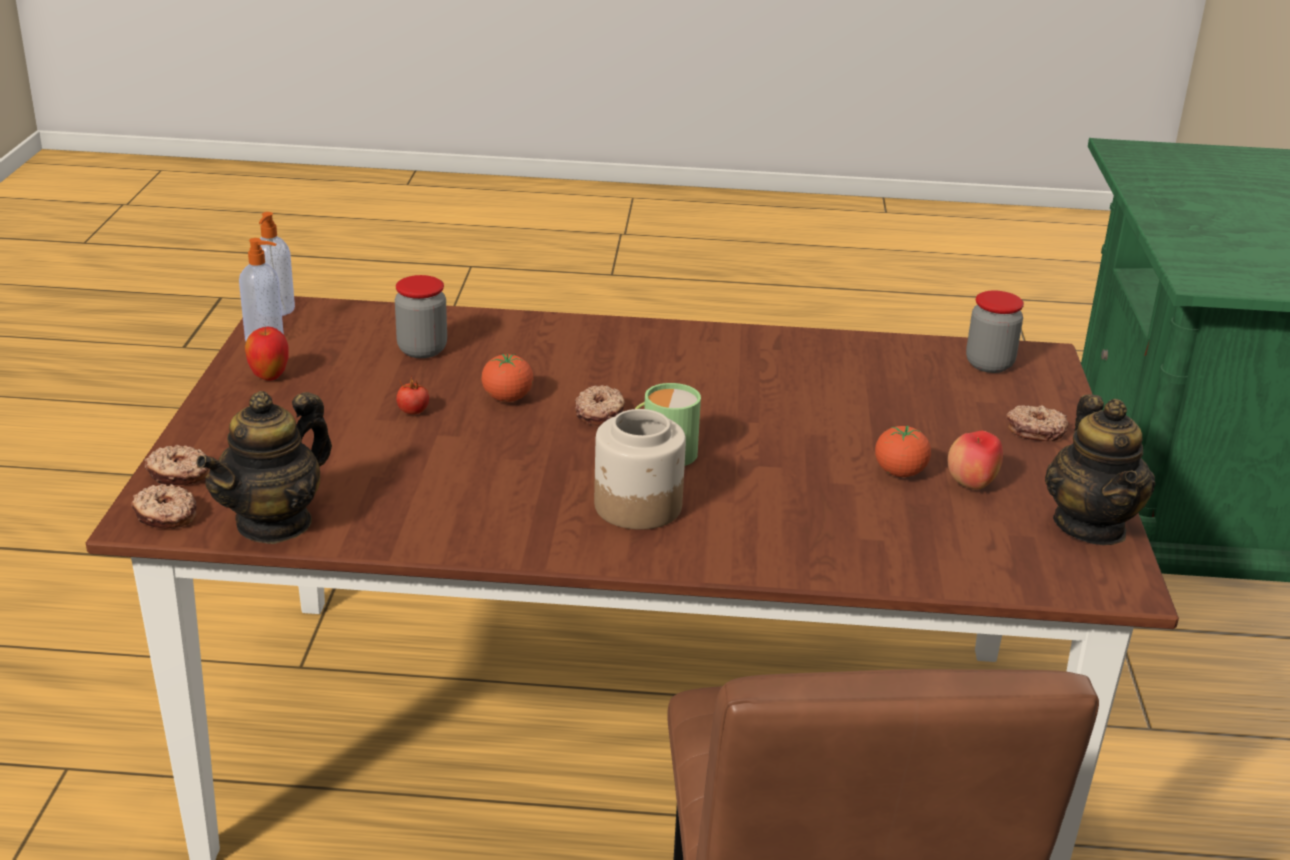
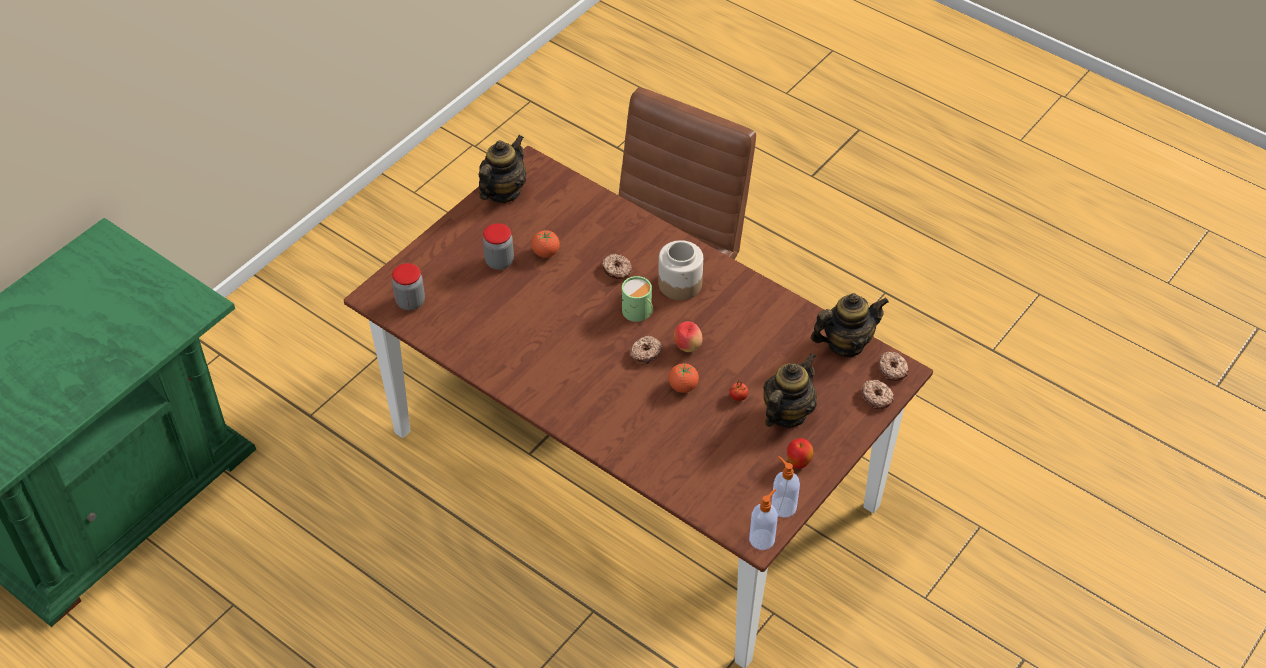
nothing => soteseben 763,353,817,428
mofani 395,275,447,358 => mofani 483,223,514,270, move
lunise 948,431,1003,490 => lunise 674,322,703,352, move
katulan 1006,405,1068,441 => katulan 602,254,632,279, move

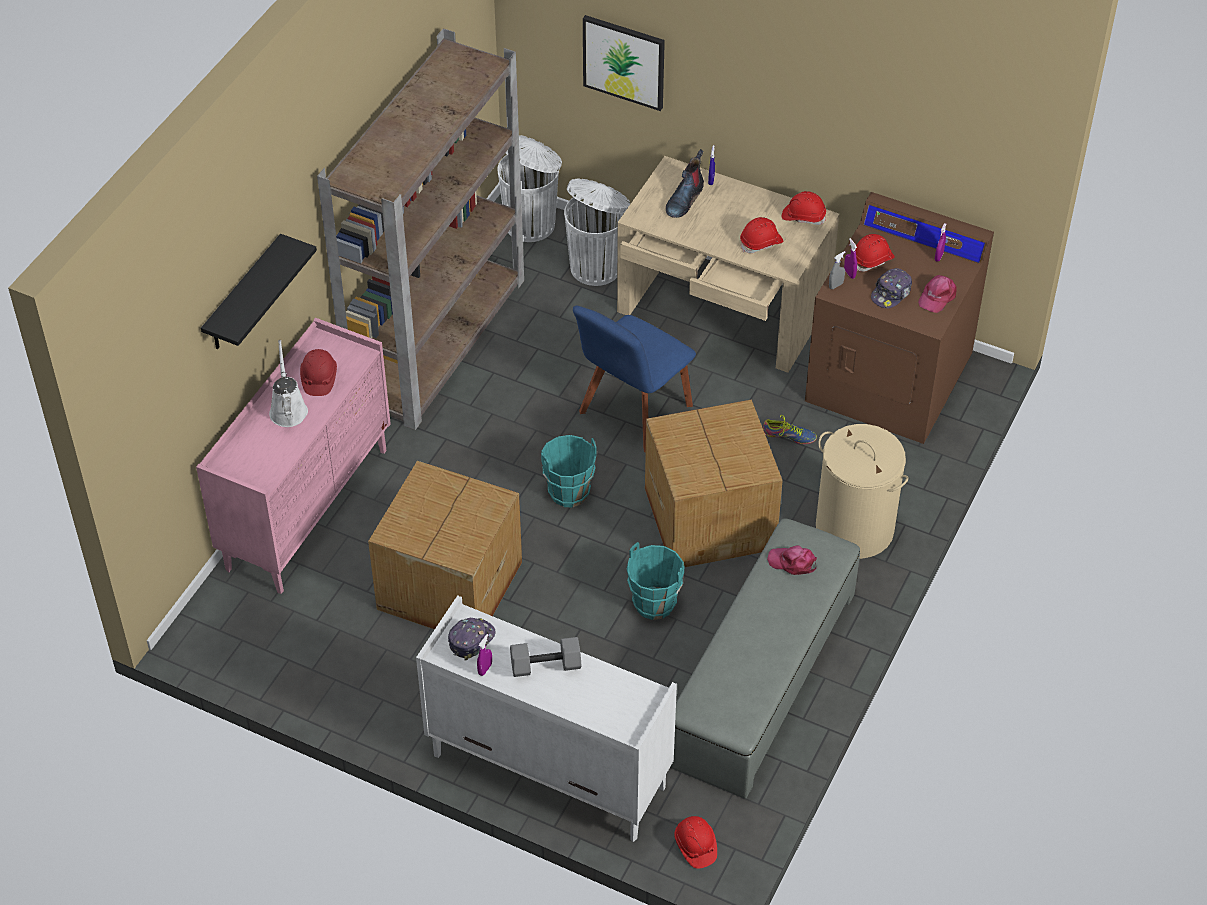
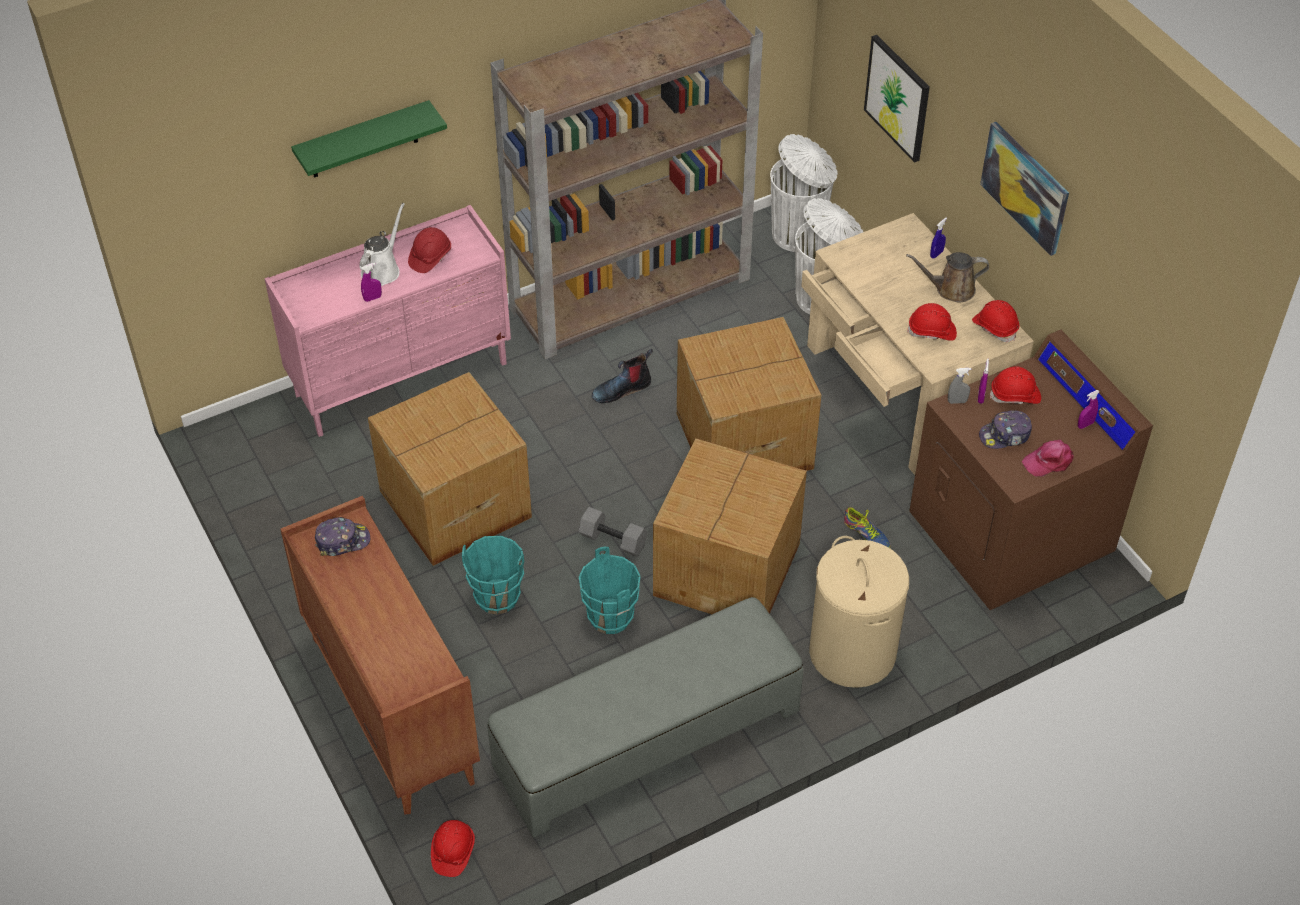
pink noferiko 767,545,817,575 => nothing
nothing => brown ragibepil 906,252,989,303
nothing => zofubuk 980,122,1069,256
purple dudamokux 477,634,492,676 => purple dudamokux 361,263,382,302, move
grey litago 510,637,582,677 => grey litago 578,507,647,557, move
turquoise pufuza 541,435,597,507 => turquoise pufuza 462,536,524,614, move
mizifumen 666,149,704,218 => mizifumen 592,349,653,403, move
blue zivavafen 573,306,696,452 => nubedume 677,317,821,471
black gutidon 201,234,317,349 => green gutidon 291,100,447,178
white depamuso 416,595,677,842 => brown depamuso 280,496,480,815

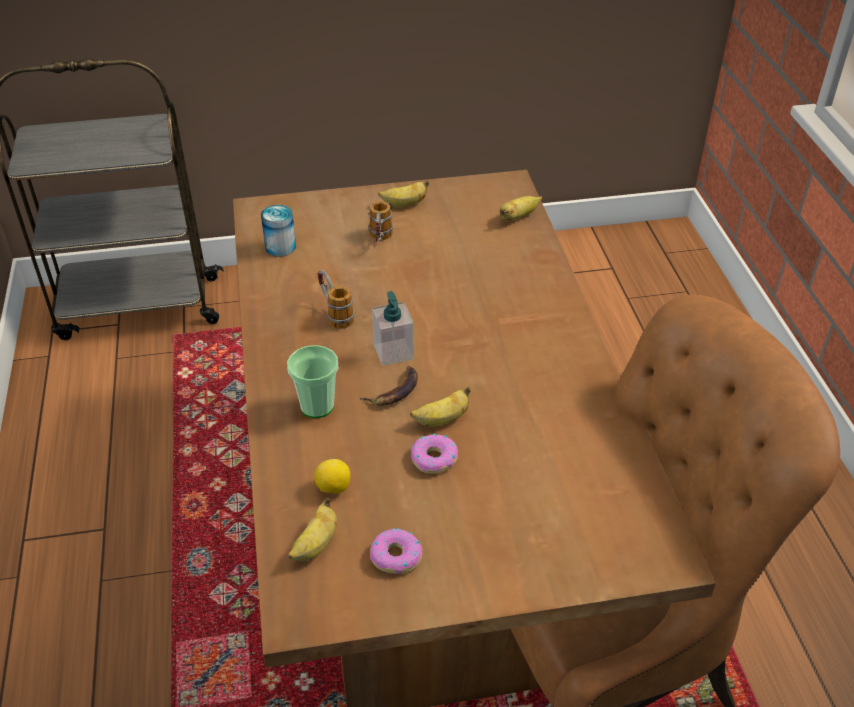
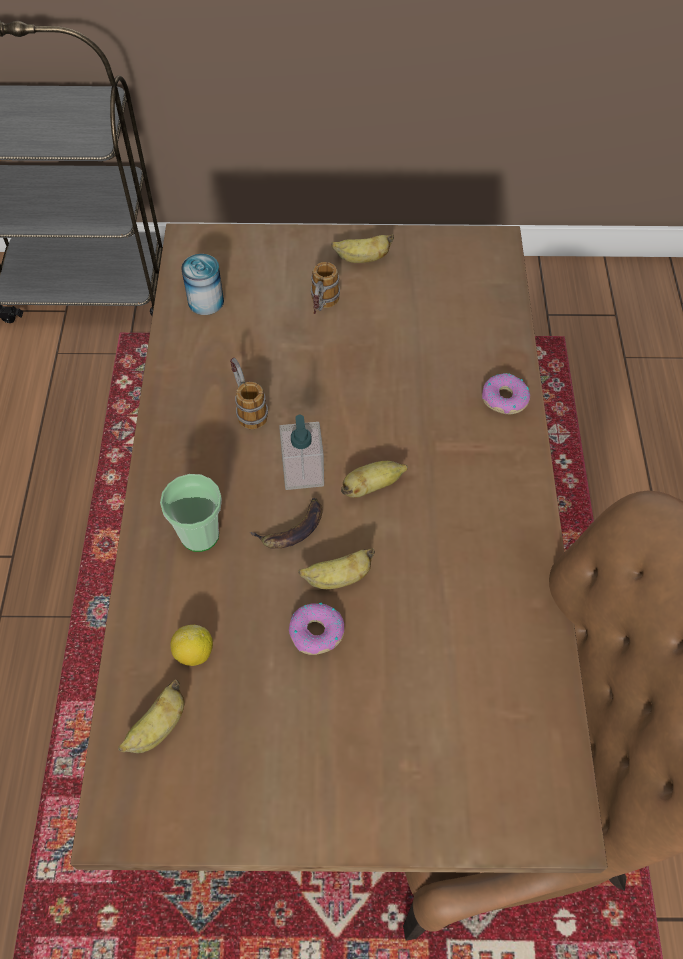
katulan 370,528,422,574 => katulan 482,373,530,414, move
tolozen 500,196,542,221 => tolozen 341,461,408,498, move

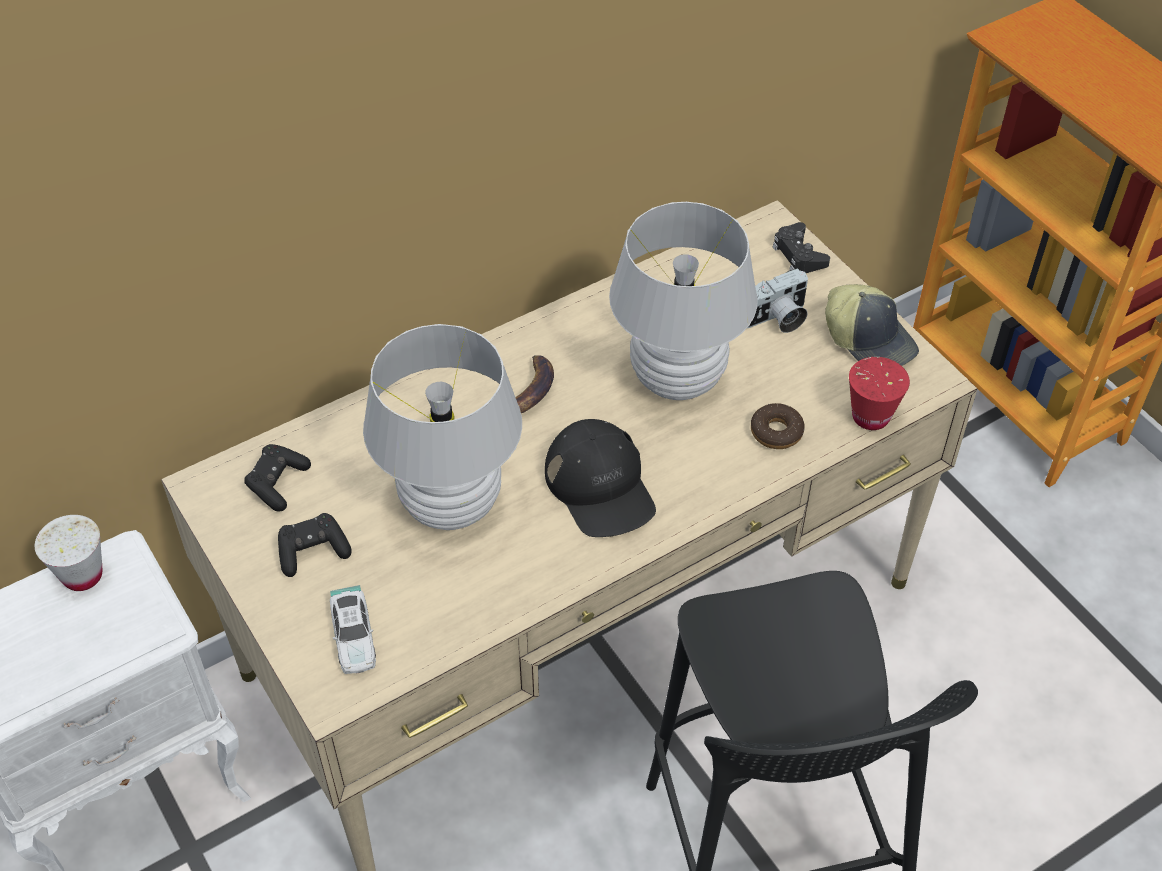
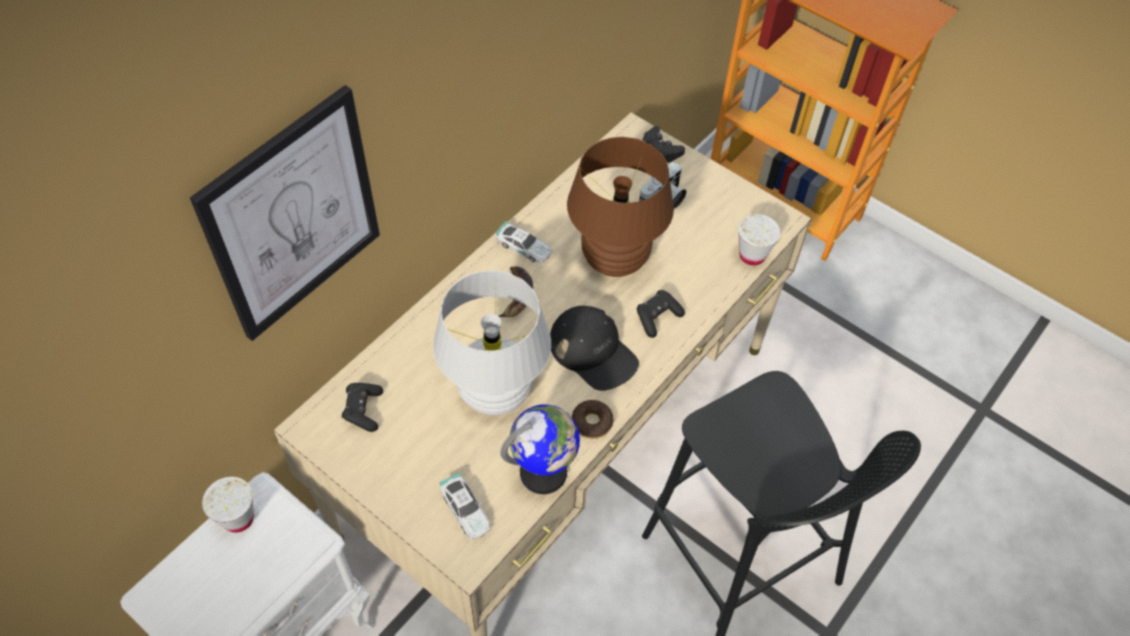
noferiko 825,284,919,366 => nothing
nothing => zofubuk 190,85,380,341
nothing => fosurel 495,221,552,264
nothing => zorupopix 501,404,580,494
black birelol 278,513,352,577 => black birelol 637,290,685,338, move
katulan 751,403,805,449 => katulan 572,400,613,438, move
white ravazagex 609,202,758,400 => brown ravazagex 567,137,674,277
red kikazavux 849,357,910,430 => white kikazavux 738,214,780,265

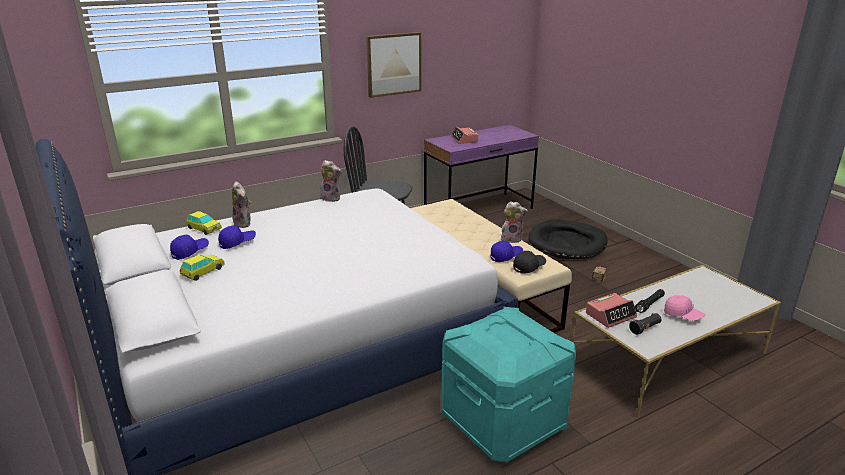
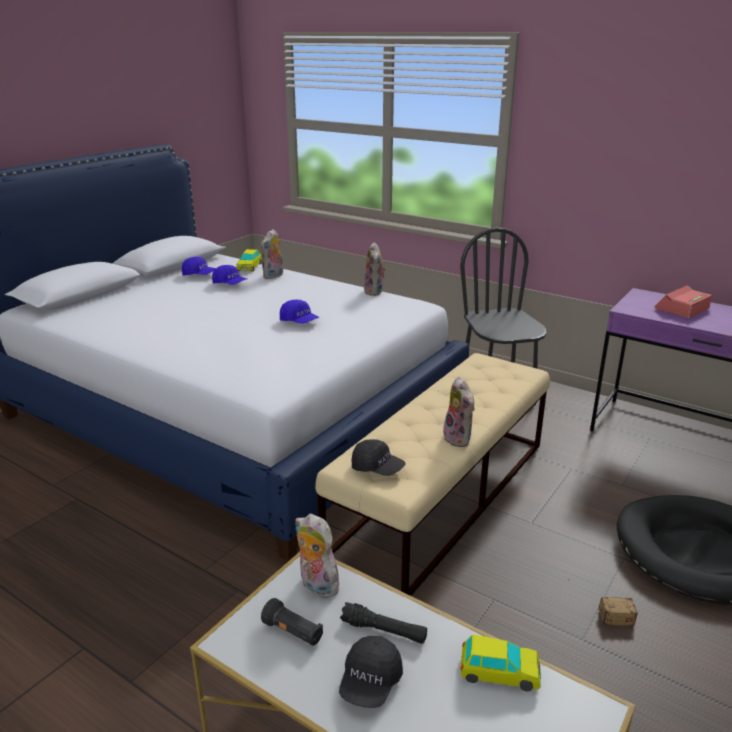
zofubuk 366,32,421,98 => nothing
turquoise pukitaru 441,307,576,462 => nothing
fosurel 180,255,225,281 => fosurel 461,635,541,691, move
blue noferiko 491,241,523,262 => blue noferiko 280,300,319,324, move
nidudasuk 586,293,637,328 => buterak 295,514,341,598
pink noferiko 664,295,705,321 => black noferiko 339,636,403,708

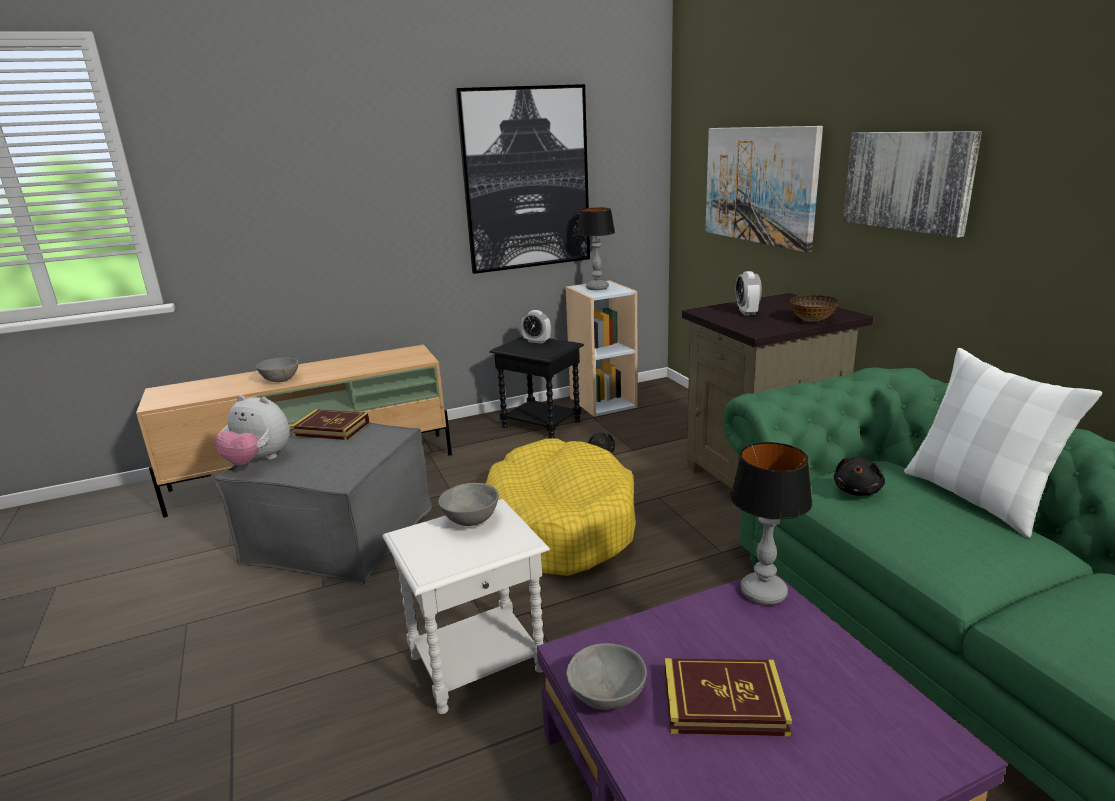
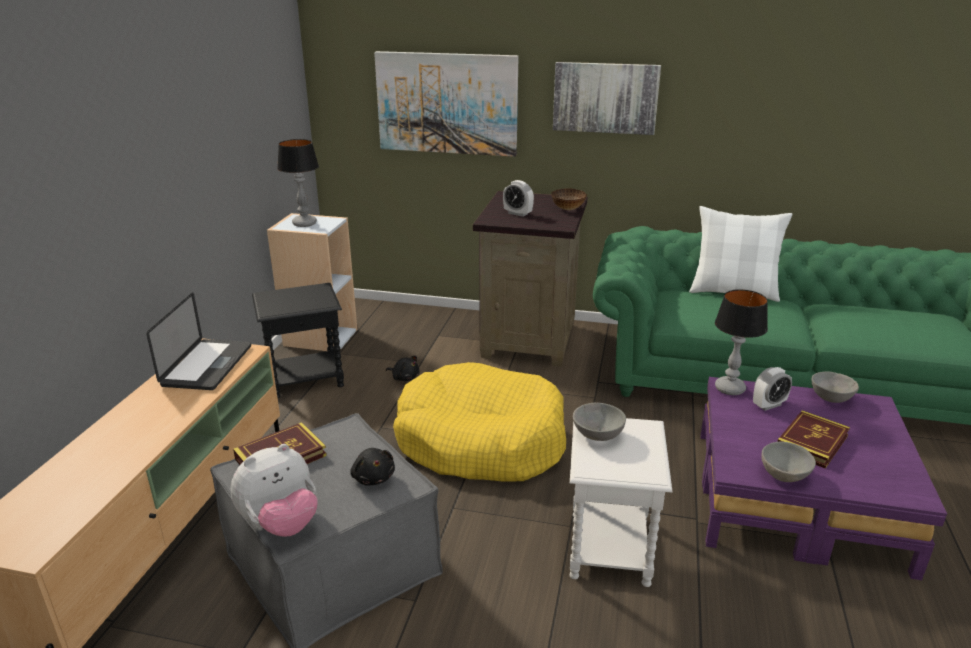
zofubuk 455,84,590,274 => nothing
nothing => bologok 146,292,251,390
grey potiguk 256,357,299,382 => grey potiguk 812,372,859,403, move
nidudasuk 521,310,551,344 => nidudasuk 753,367,792,411, move
black buterak 834,457,885,496 => black buterak 350,448,395,485, move

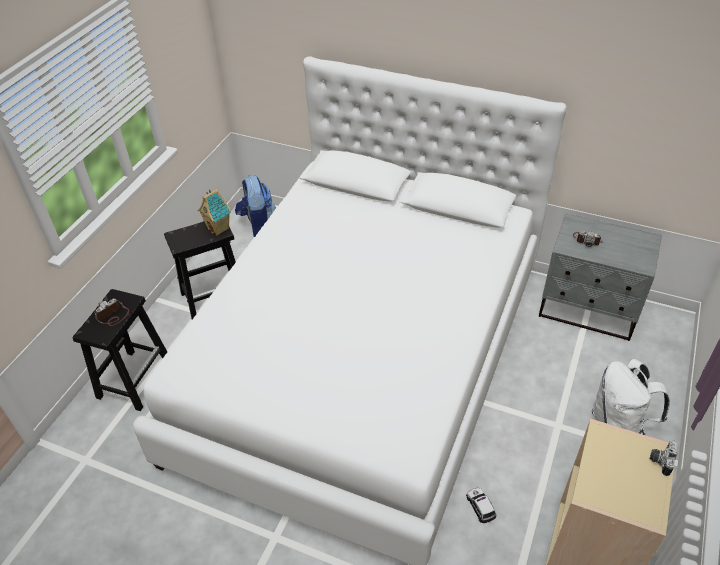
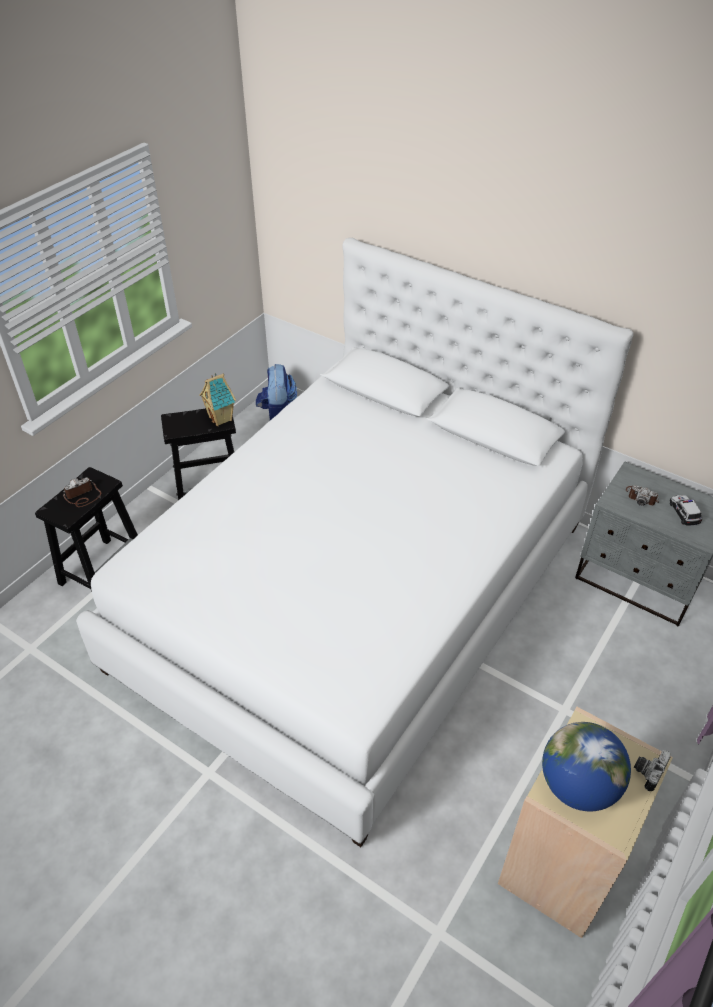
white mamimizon 592,359,670,435 => nothing
nothing => zorupopix 542,722,631,811
fosurel 466,488,496,523 => fosurel 670,495,702,525, move

